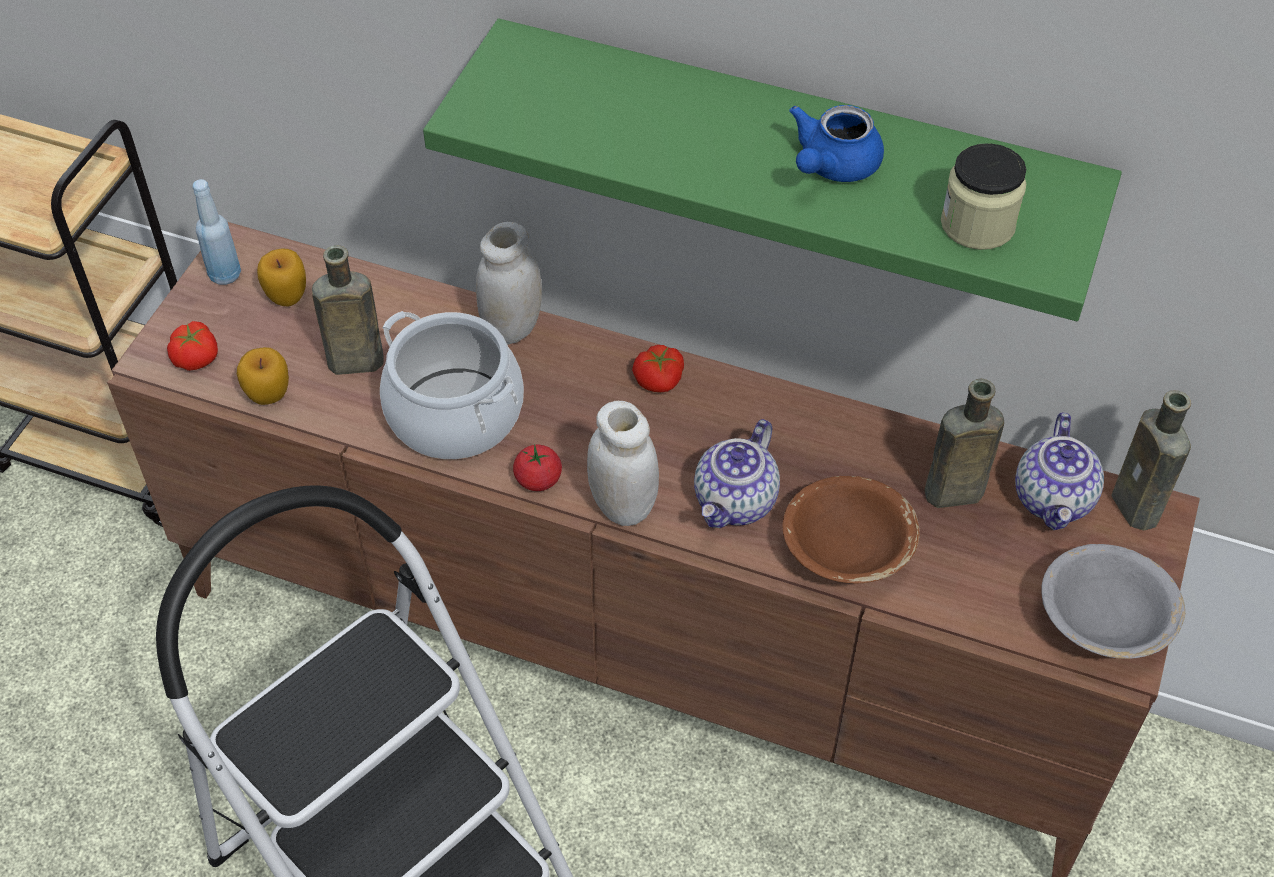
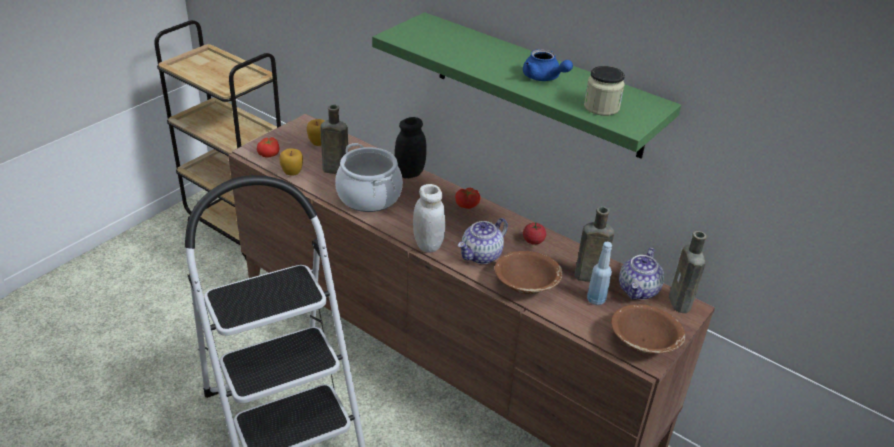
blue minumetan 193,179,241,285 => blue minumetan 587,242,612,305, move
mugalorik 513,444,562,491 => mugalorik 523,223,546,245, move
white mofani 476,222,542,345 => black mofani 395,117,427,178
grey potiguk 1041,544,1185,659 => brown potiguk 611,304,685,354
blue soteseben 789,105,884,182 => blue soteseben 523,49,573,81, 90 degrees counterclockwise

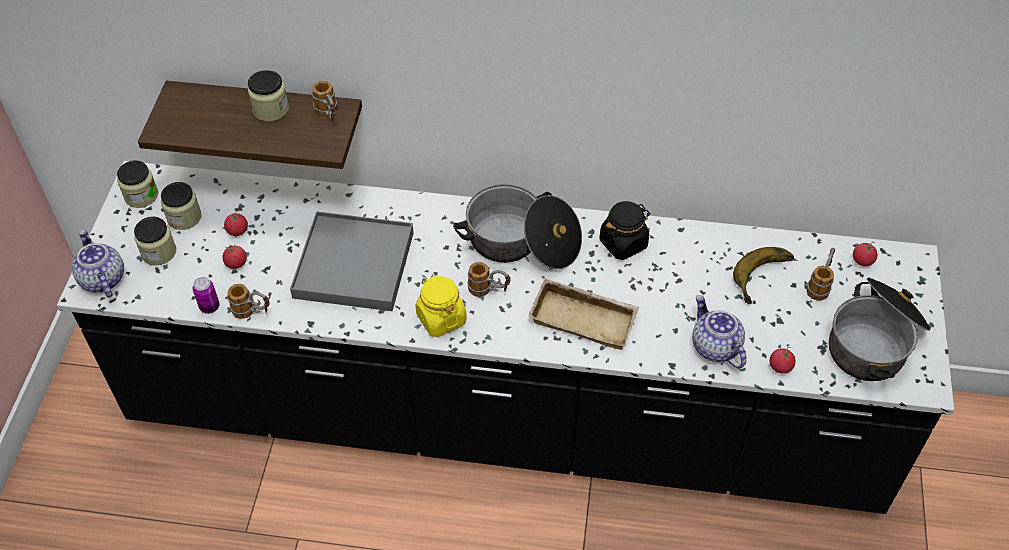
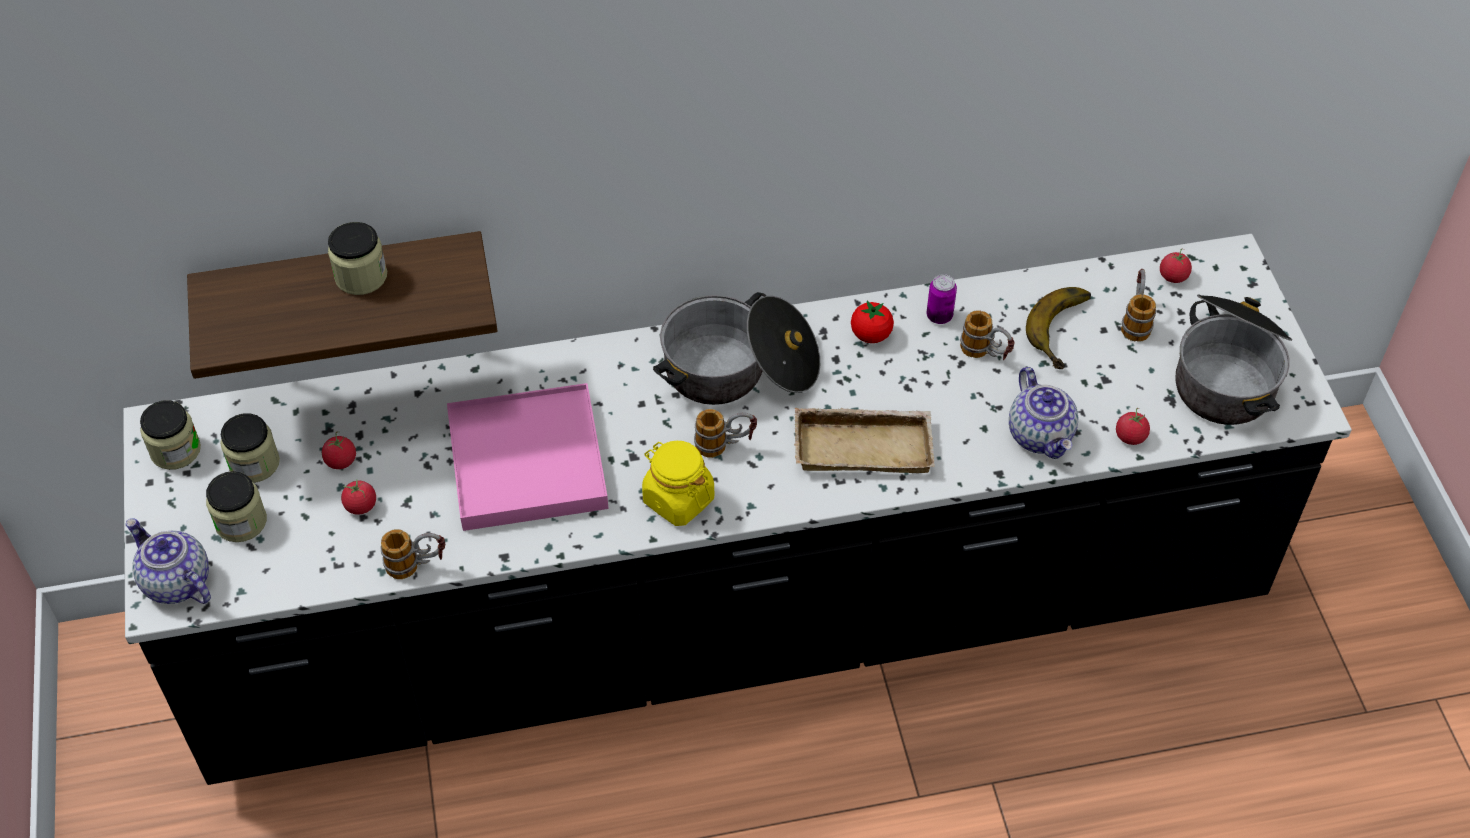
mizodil 193,277,220,314 => mizodil 927,274,957,324, move
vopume 312,81,337,121 => vopume 960,310,1015,361, move
black mofani 599,201,650,260 => mugalorik 851,301,894,343
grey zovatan 290,211,414,311 => pink zovatan 447,383,608,531
soteseben 692,295,747,369 => soteseben 1009,367,1078,459, 150 degrees counterclockwise

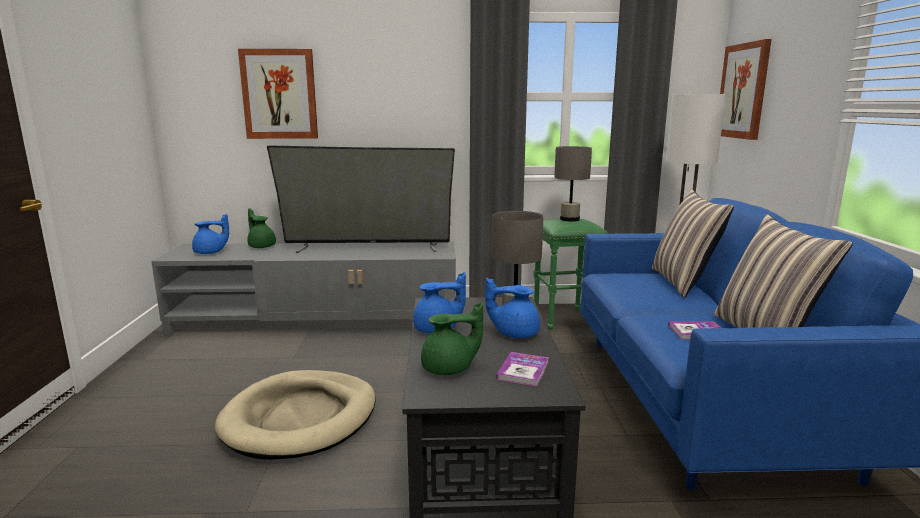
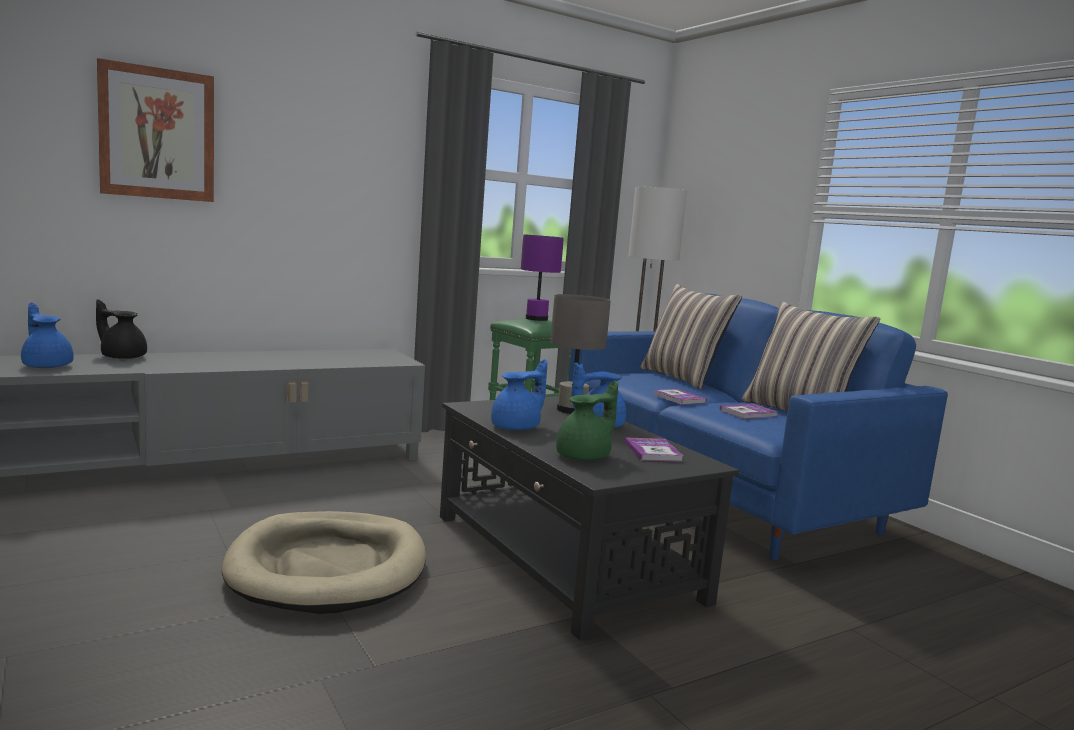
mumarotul 267,145,455,253 => nothing
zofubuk 720,39,772,140 => nothing
nothing => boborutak 653,389,707,405
green soteseben 247,208,276,248 => black soteseben 96,299,147,359
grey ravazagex 555,146,592,221 => purple ravazagex 521,234,564,321
blue soteseben 192,214,229,254 => blue soteseben 21,302,74,368, 90 degrees counterclockwise

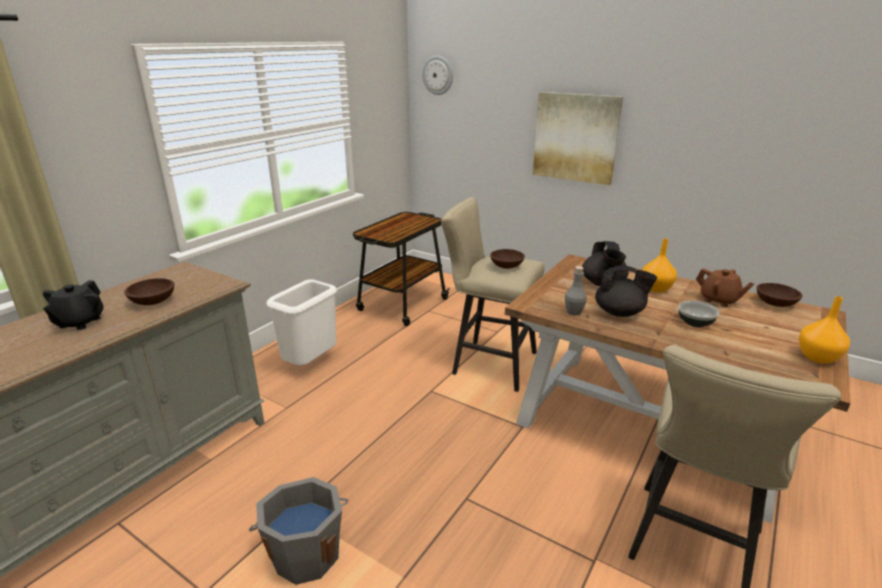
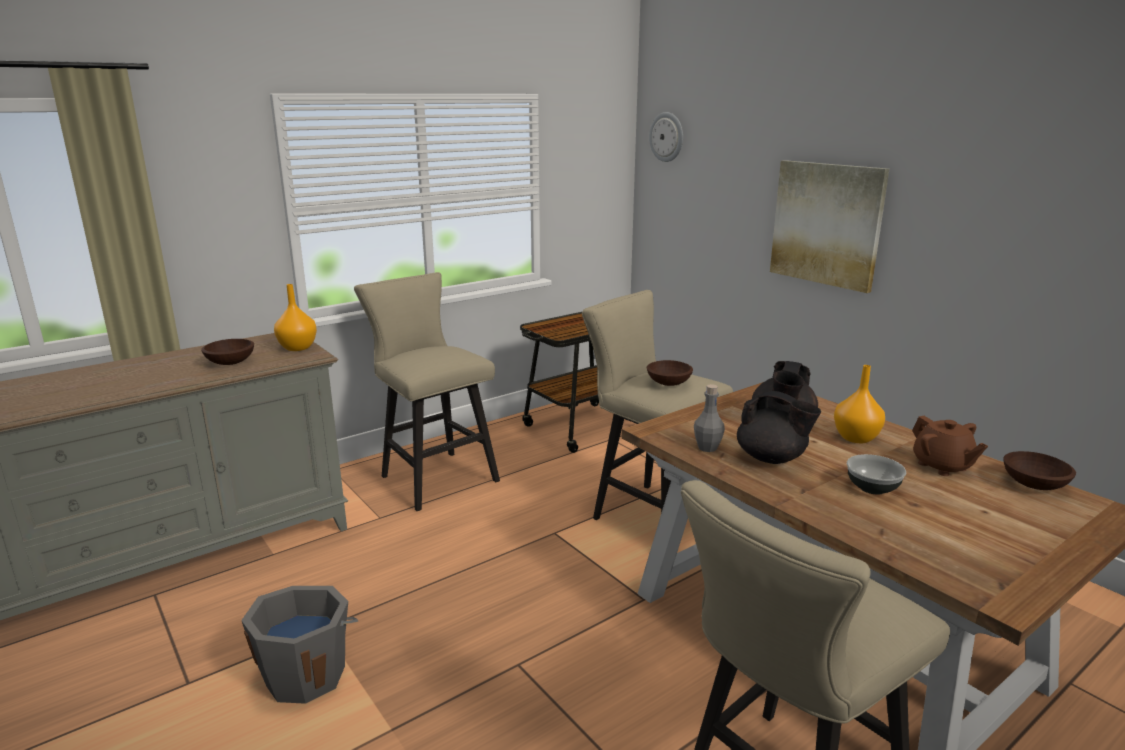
black soteseben 43,280,104,330 => nothing
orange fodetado 799,296,850,364 => orange fodetado 274,284,317,351, move
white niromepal 266,279,337,365 => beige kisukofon 354,272,500,511

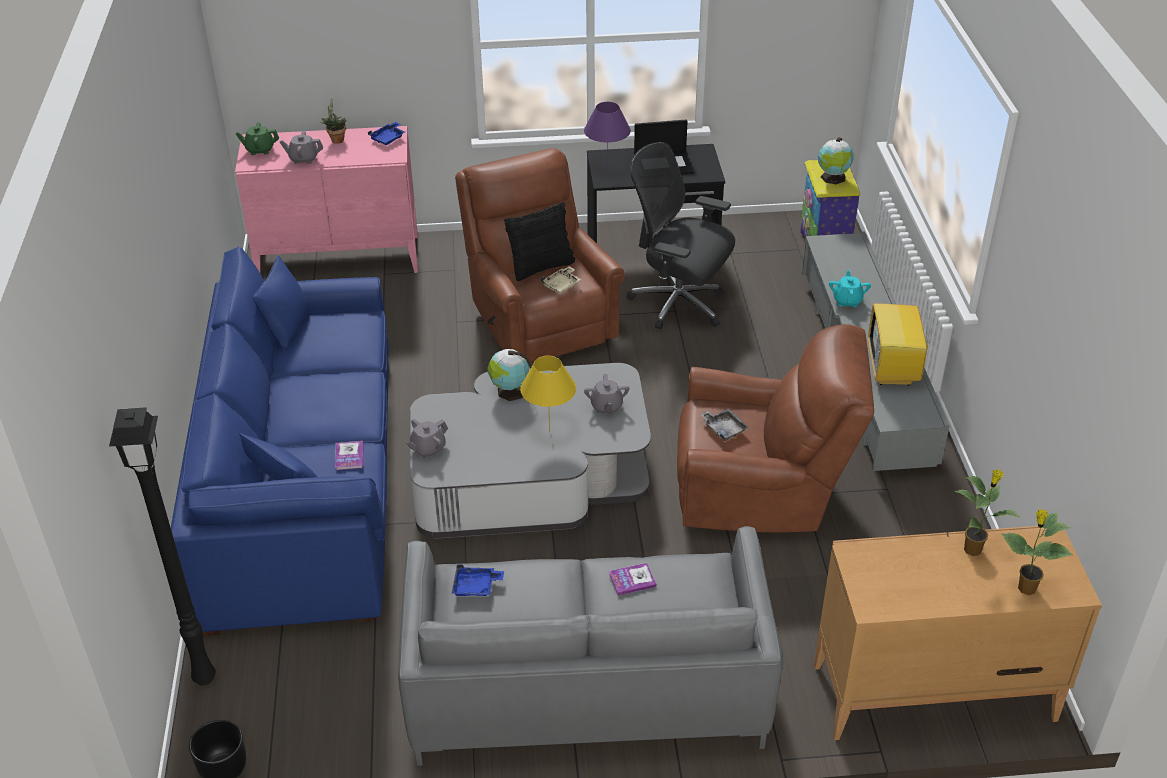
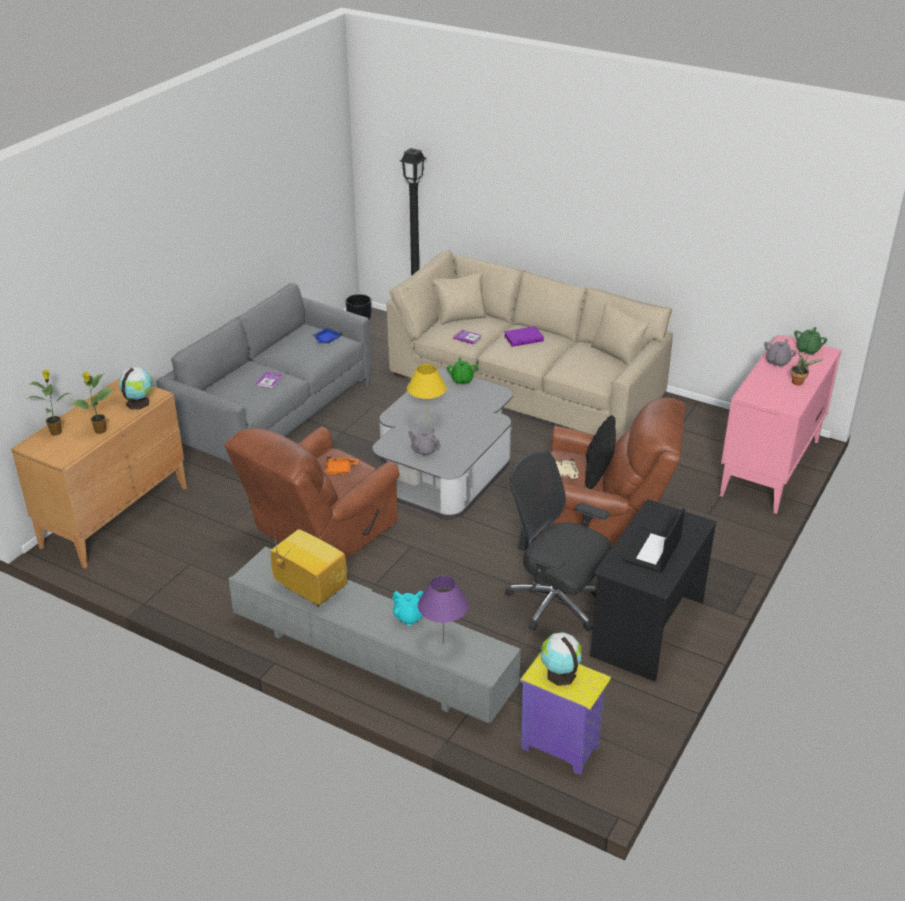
blue zovatan 368,122,405,145 => nothing
nothing => purple boborutak 504,326,544,347
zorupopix 487,349,532,401 => zorupopix 119,367,153,409, move
purple ravazagex 584,102,631,170 => purple ravazagex 418,575,469,644, move
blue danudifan 171,247,389,636 => beige danudifan 387,250,673,440
grey soteseben 405,419,448,459 => green soteseben 447,358,478,385
grey zovatan 700,409,749,441 => orange zovatan 324,456,358,474
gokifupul 627,142,735,329 => gokifupul 505,451,612,631, 120 degrees counterclockwise

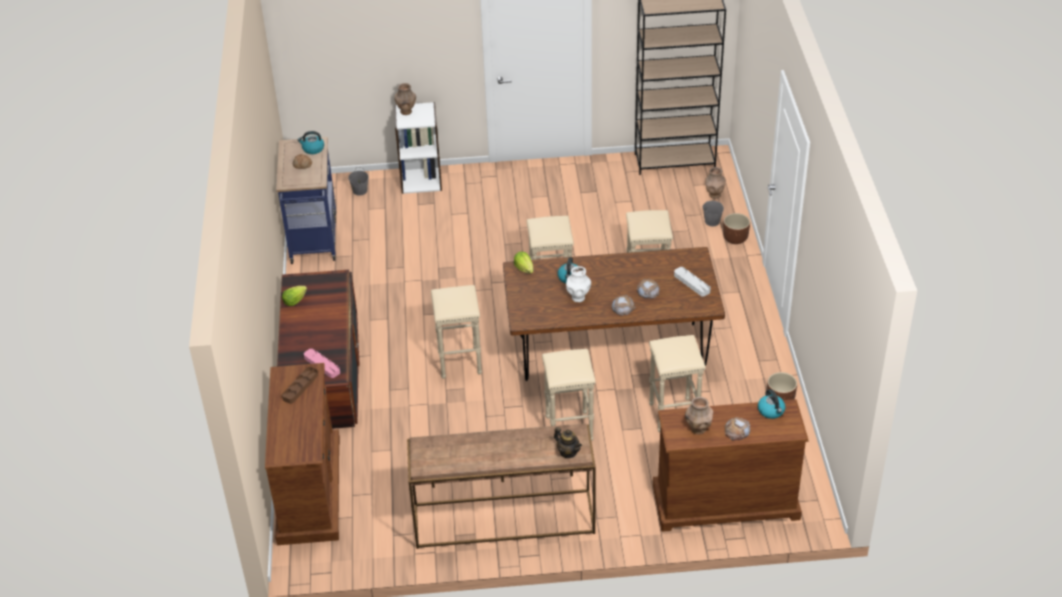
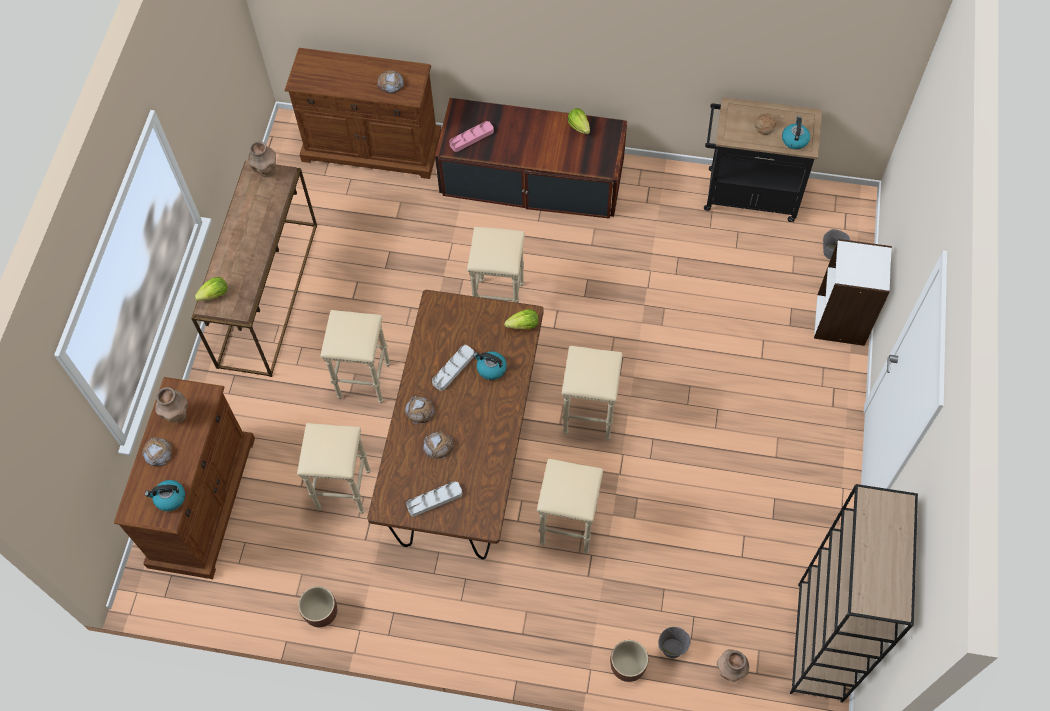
brown fodetado 394,83,416,115 => brown fodetado 248,141,276,177, move
brown zovatan 282,367,318,404 => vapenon 377,71,404,93
soteseben 554,427,582,458 => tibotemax 194,277,228,301
white fodetado 566,266,591,303 => grey zovatan 432,345,474,391
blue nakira 276,137,336,264 => black nakira 704,97,822,222

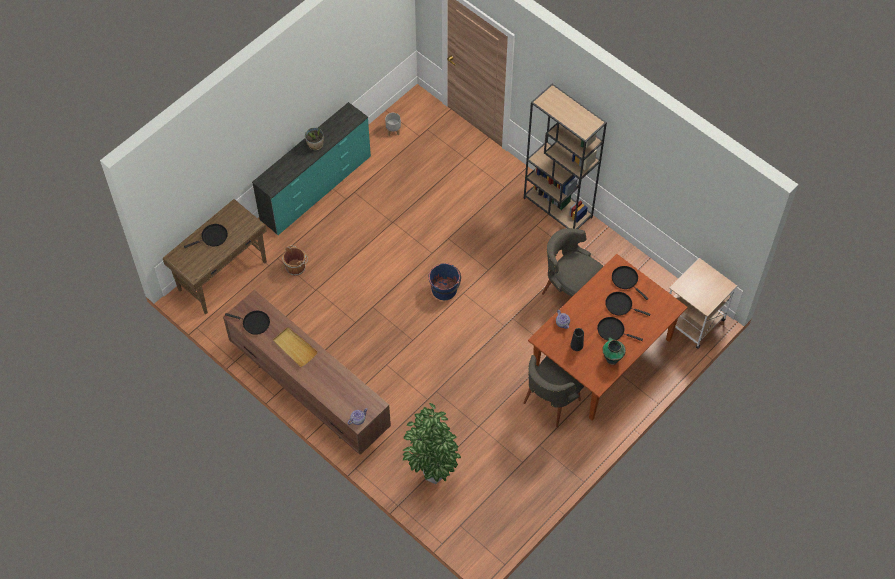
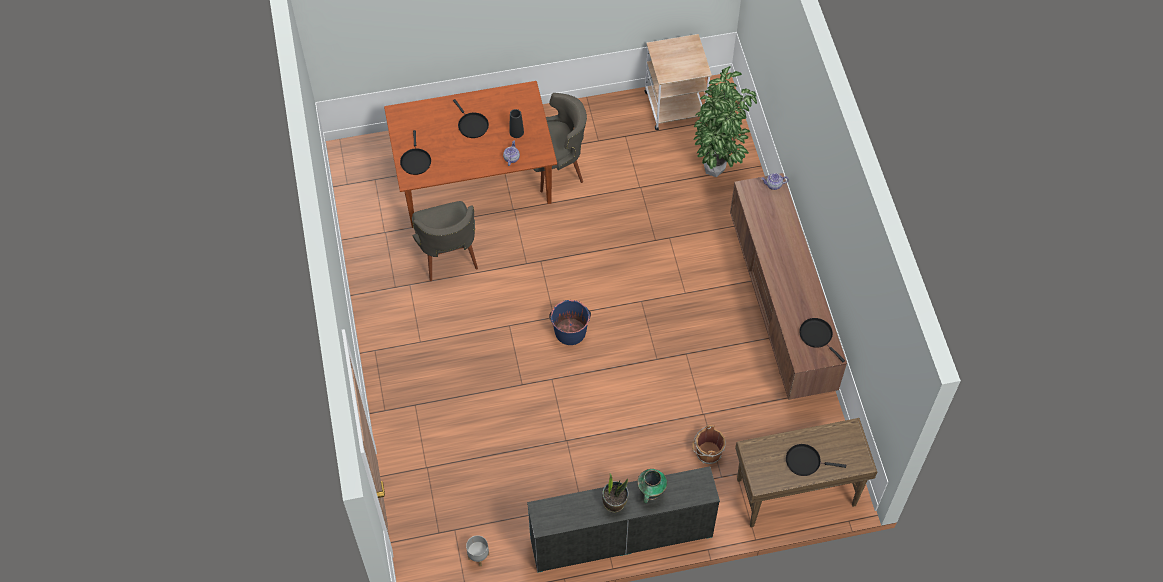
beige zovatan 273,327,318,367 => nothing
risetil 524,84,607,229 => nothing
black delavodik 605,292,651,316 => nothing
fodetado 602,337,626,365 => fodetado 637,469,667,503, move
beige nakira 669,258,737,349 => beige nakira 644,34,712,130, move

